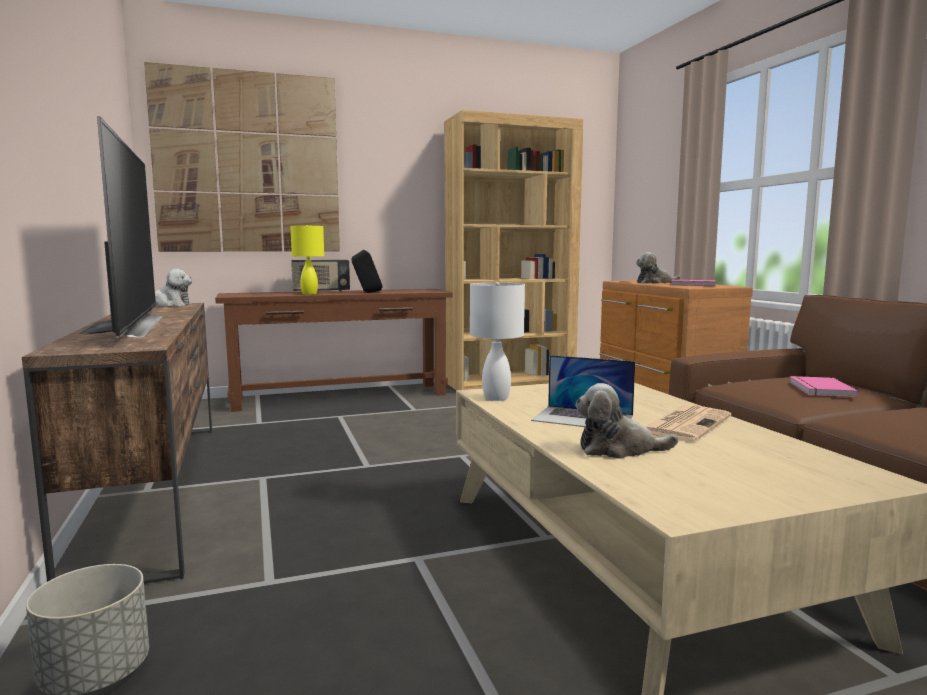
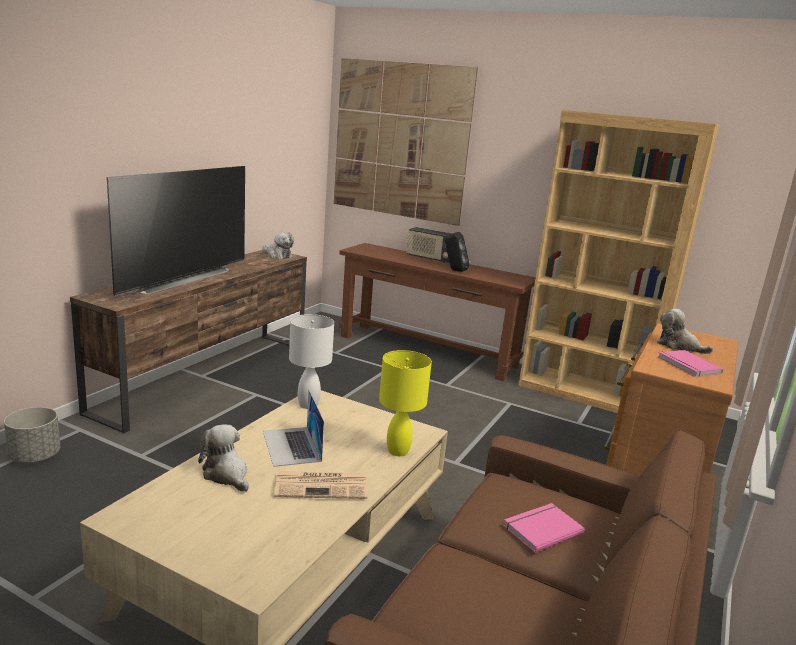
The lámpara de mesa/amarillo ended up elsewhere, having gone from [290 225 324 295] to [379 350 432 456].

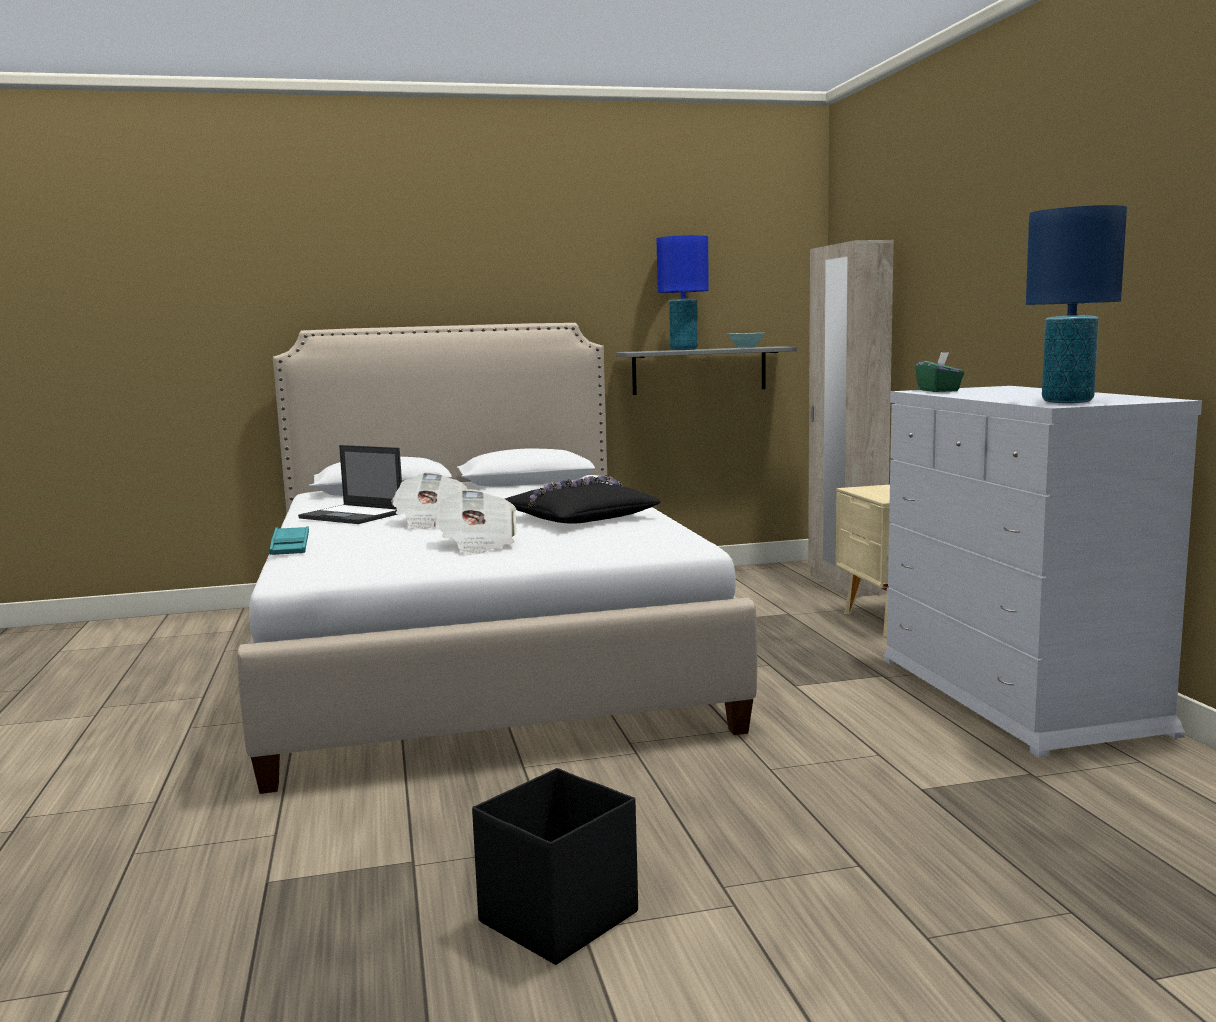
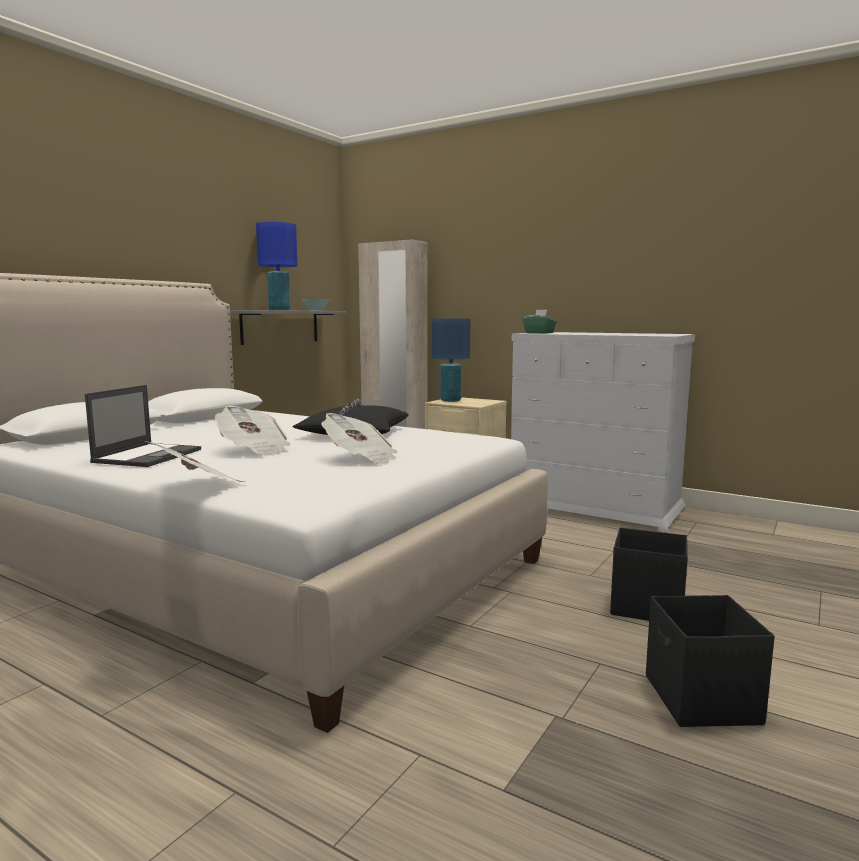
The portátil at [298 445 402 524] ended up facing another way, 60 degrees counterclockwise from before. Where the bandeja/turquesa stood at [269 526 309 555], the periódico came to stand at [146 441 244 482]. The lámpara de mesa/azul ended up elsewhere, having gone from [1026 205 1127 403] to [432 318 471 402]. The second view gained the caja de almacenaje/negro at [610 528 688 621].

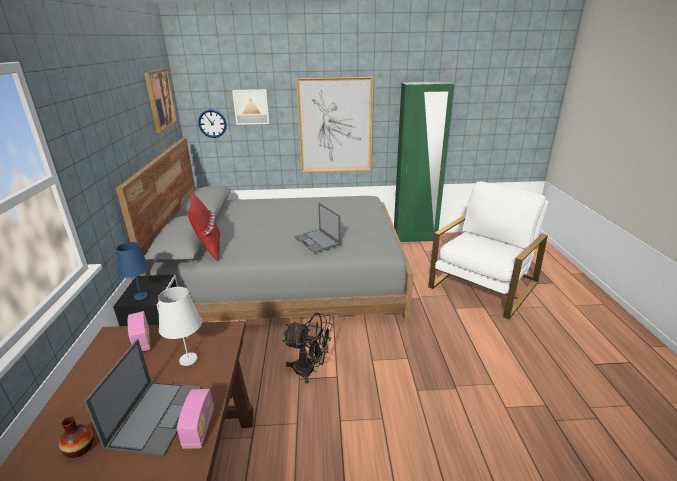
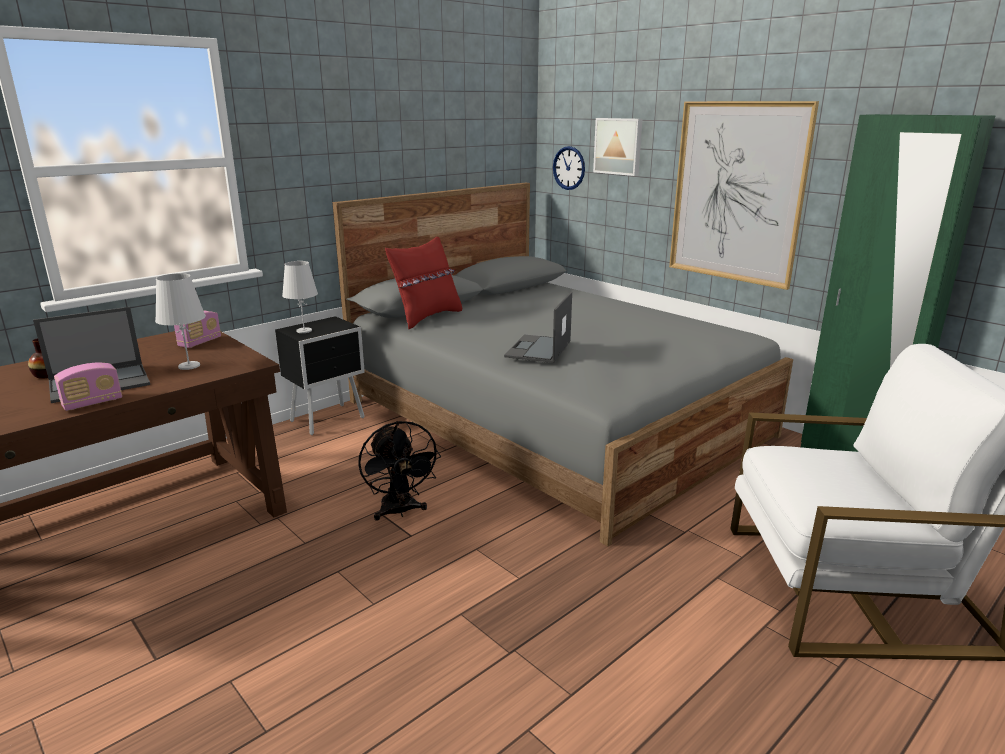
What was the lámpara de mesa/azul at [116 242 149 300] turned into the lámpara de mesa/blanco at [282 261 318 333]. The second view lost the cuadro at [144 69 178 133].

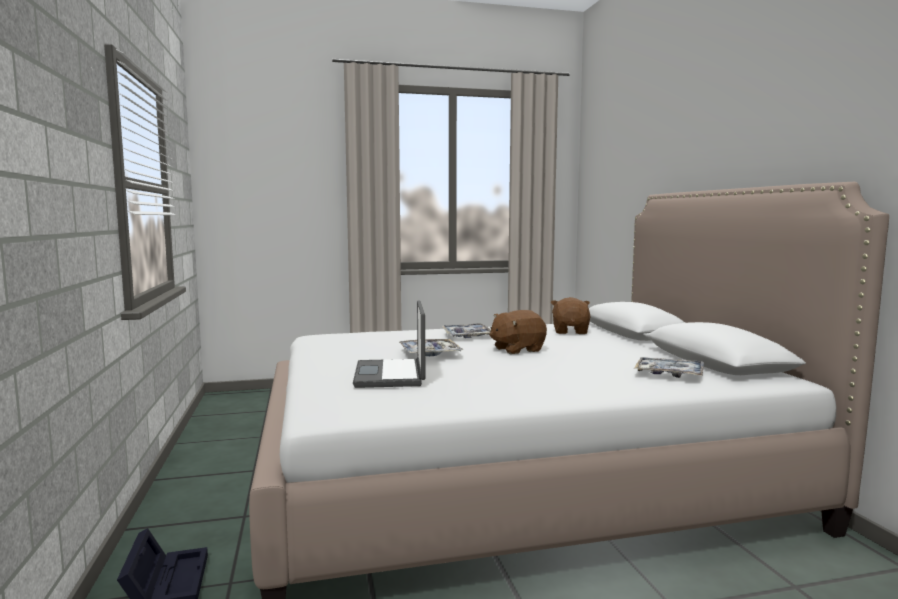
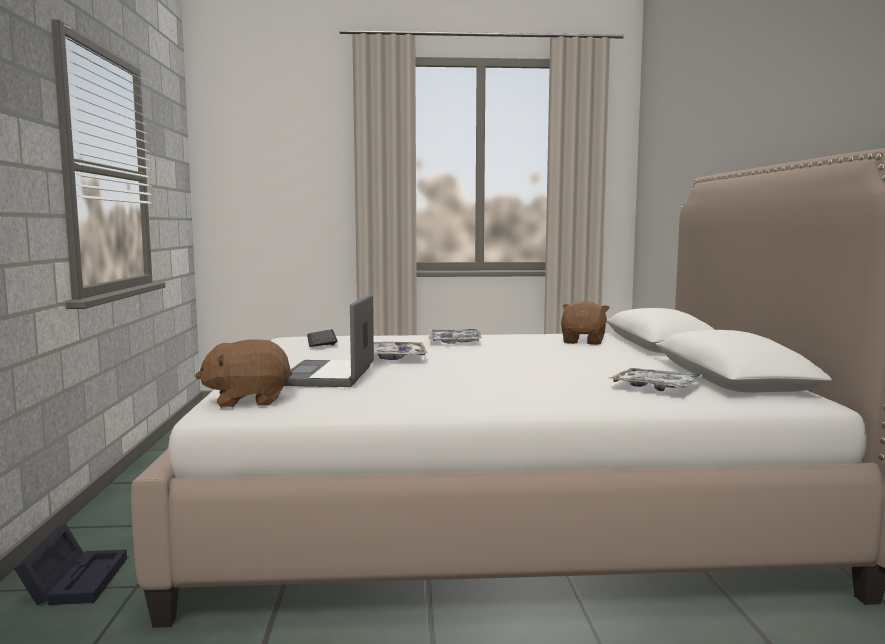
The peluche/marrón ended up elsewhere, having gone from [490 310 547 354] to [195 339 292 408]. The second view gained the teclado at [307 329 337 347].

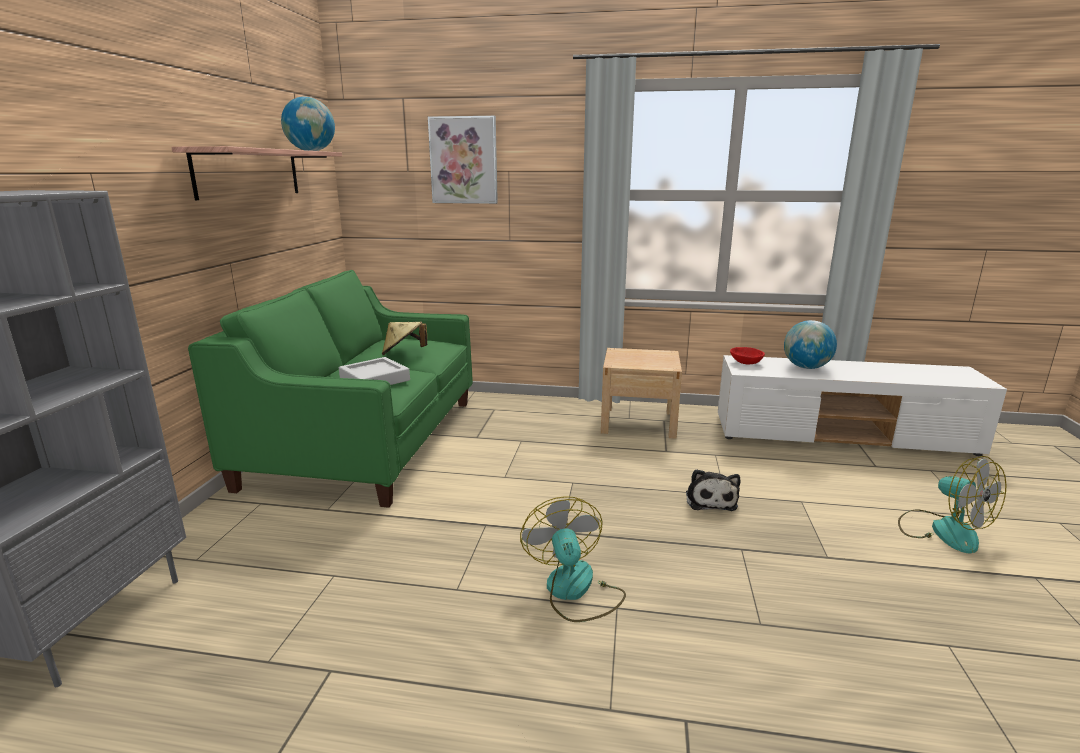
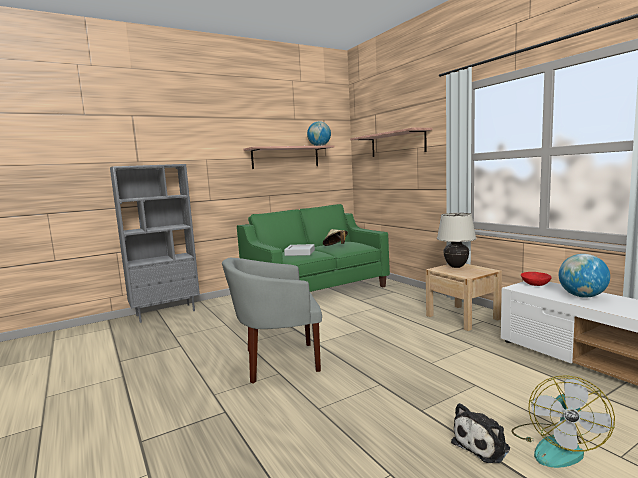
Where the ventilador stood at [520 496 626 622], the sillón/gris came to stand at [222 258 322 384]. Where the cuadro hung at [428 116 498 204], the estante came to hang at [350 128 433 157]. The second view gained the lámpara de mesa/beis at [437 213 477 268]. The peluche ended up elsewhere, having gone from [686 469 740 511] to [451 403 510 463].

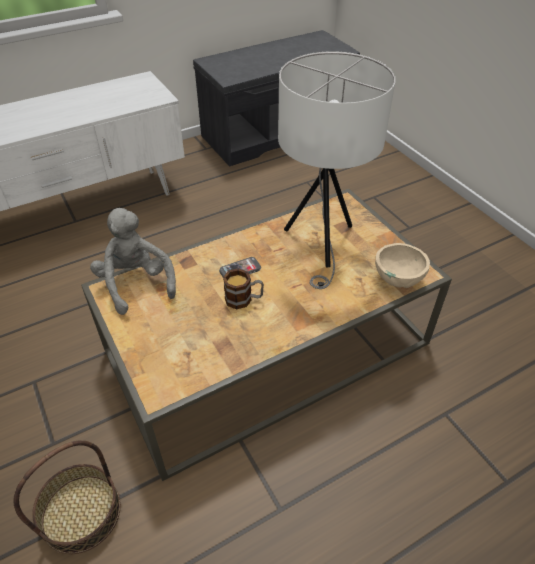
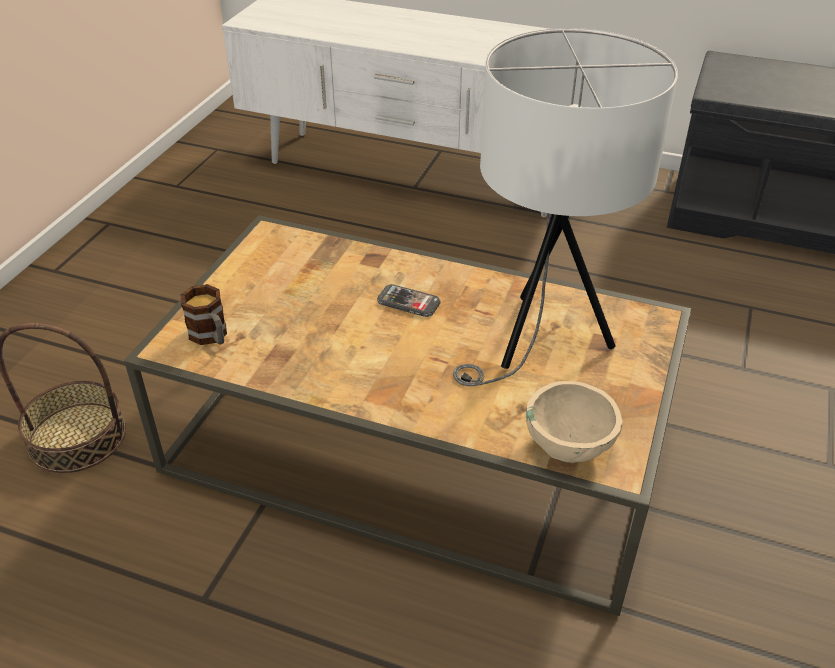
The taza grande ended up elsewhere, having gone from [223 268 264 310] to [181 284 227 345]. The second view lost the peluche/gris at [90 208 176 315].

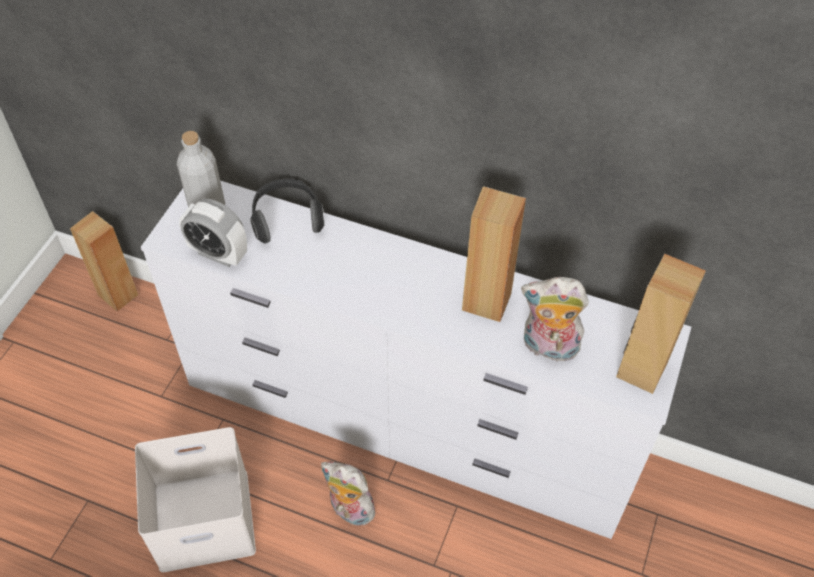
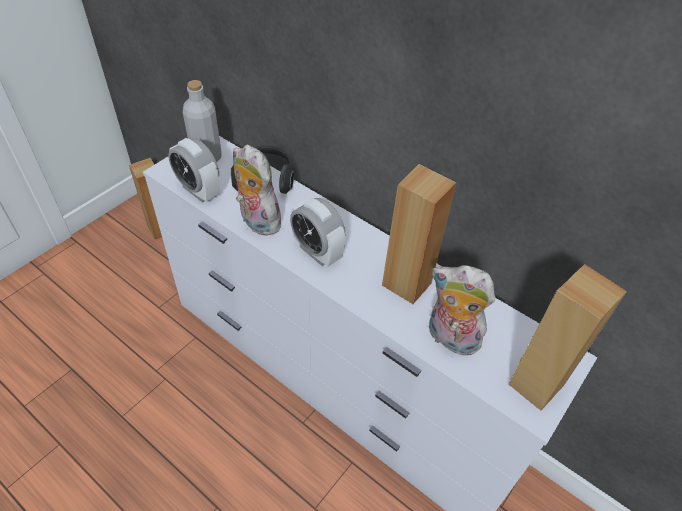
The peluche ended up elsewhere, having gone from [321 462 375 526] to [233 145 281 236]. The second view gained the despertador at [290 198 345 267]. The second view lost the caja de almacenaje/blanco at [135 427 256 572].

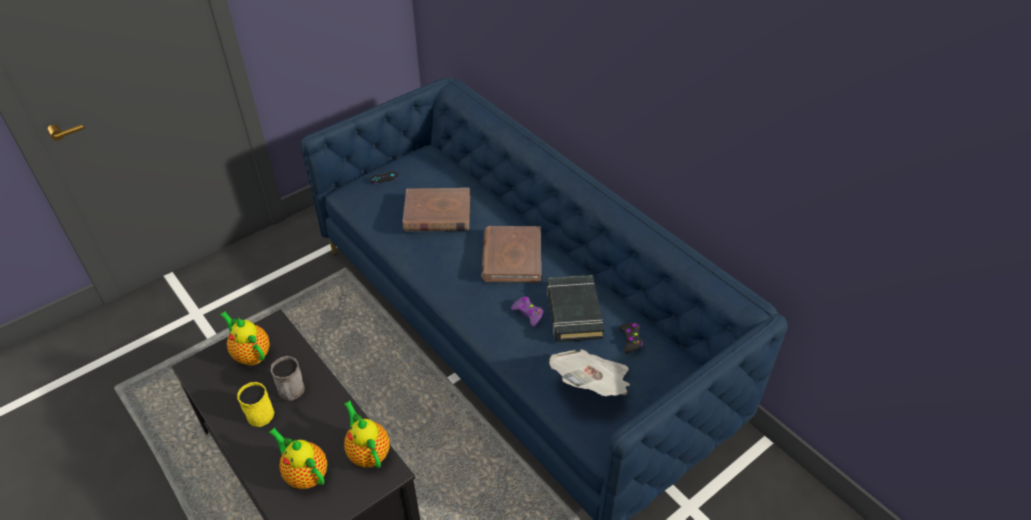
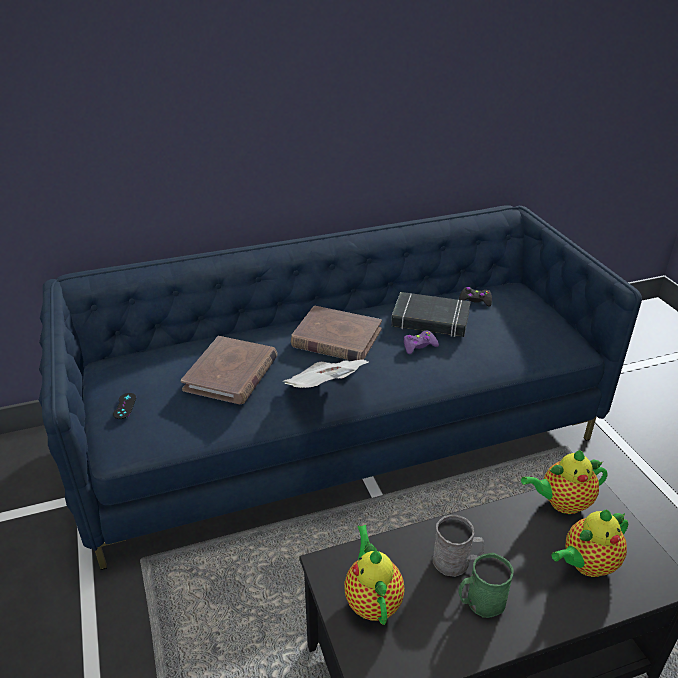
The periódico ended up elsewhere, having gone from [549 350 630 396] to [283 359 369 388]. The tetera at [220 311 270 365] ended up facing another way, 105 degrees clockwise from before. What was the taza grande/amarillo at [237 382 274 427] turned into the taza grande/verde at [459 553 514 618].

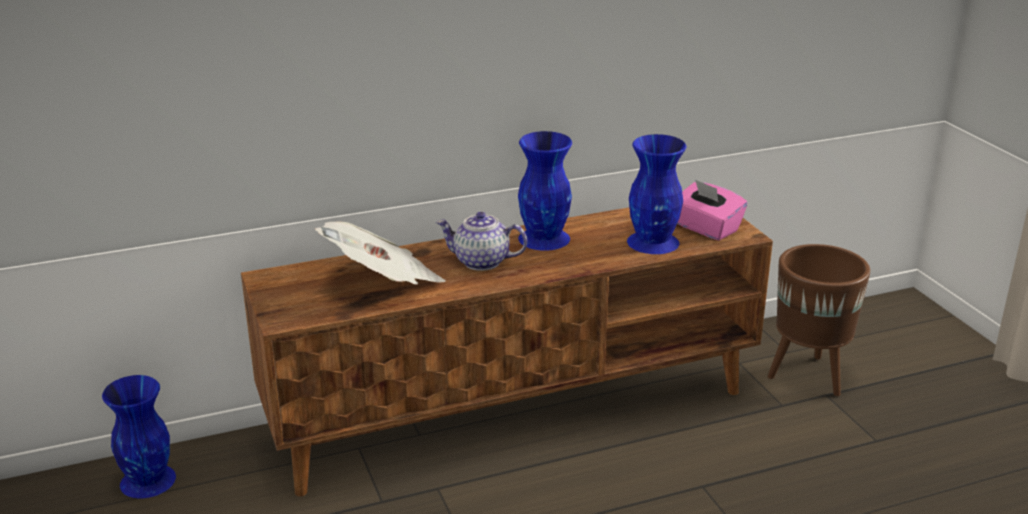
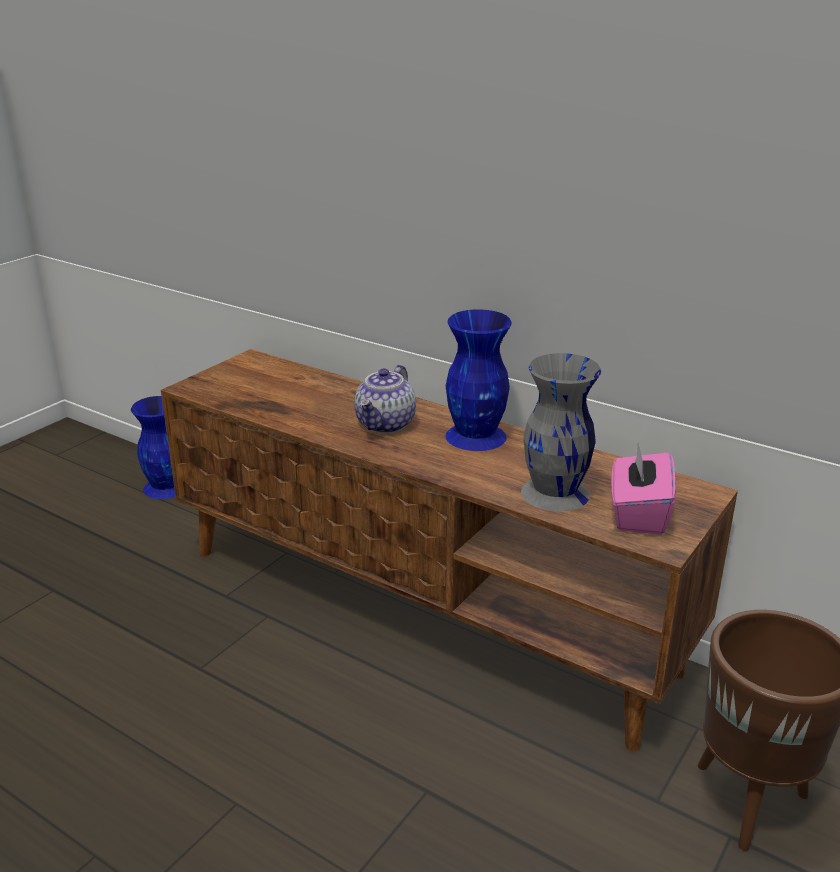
The tetera at [436 211 527 271] ended up facing another way, 135 degrees counterclockwise from before. What was the florero/azul at [627 134 686 254] turned into the florero/gris at [521 353 601 512]. The second view lost the periódico at [315 221 446 285].

